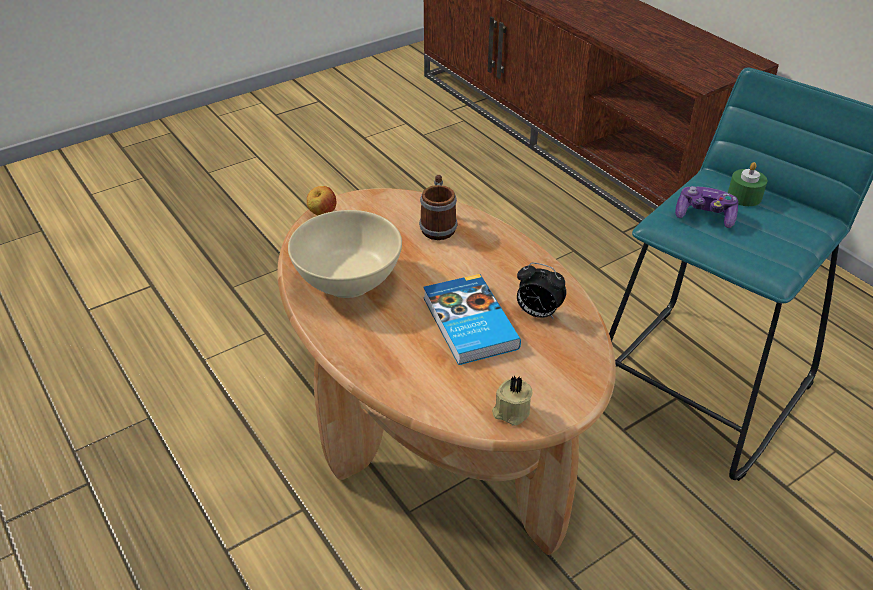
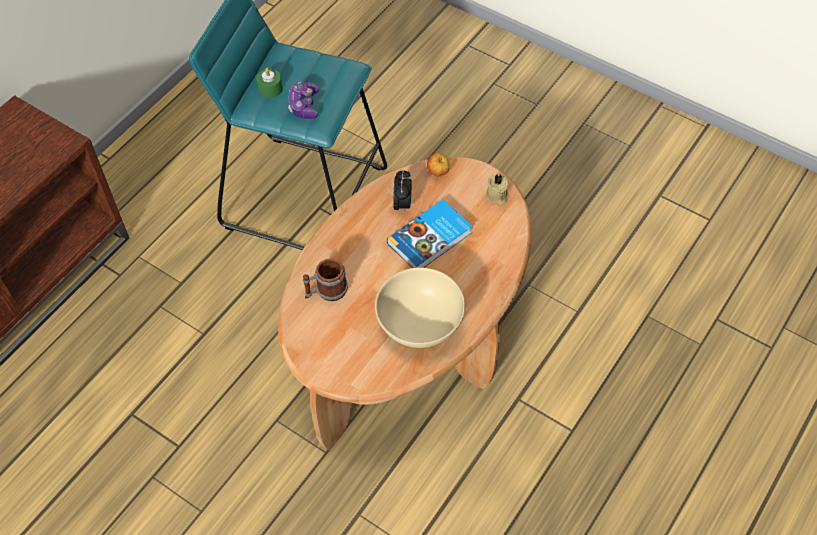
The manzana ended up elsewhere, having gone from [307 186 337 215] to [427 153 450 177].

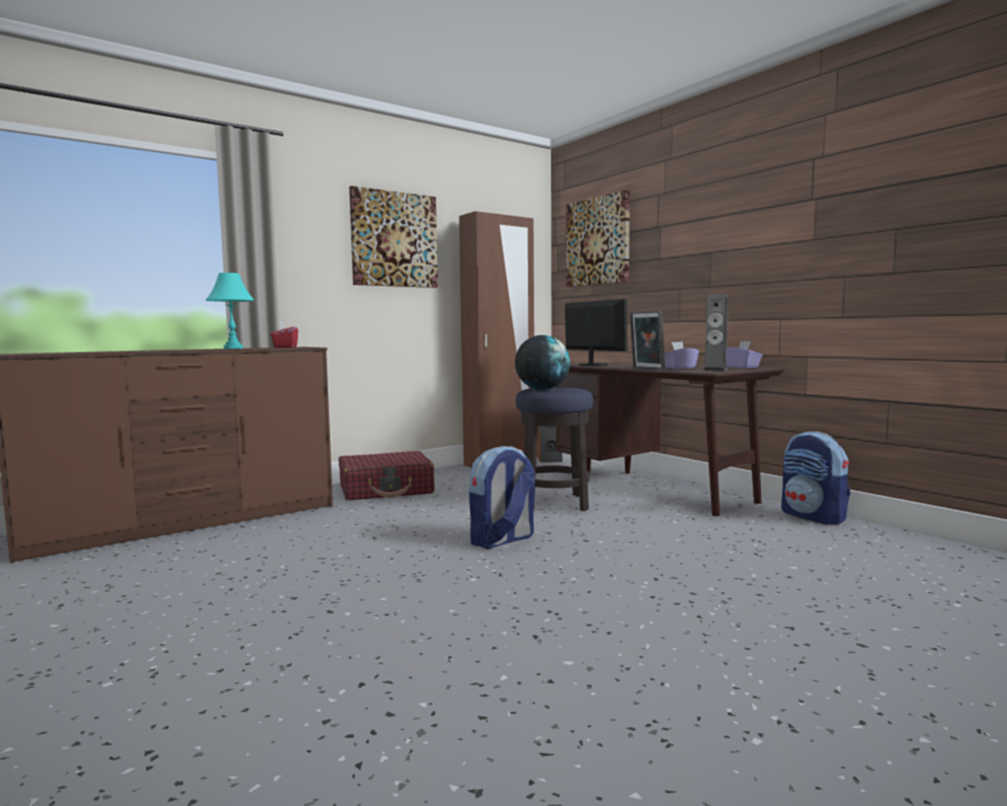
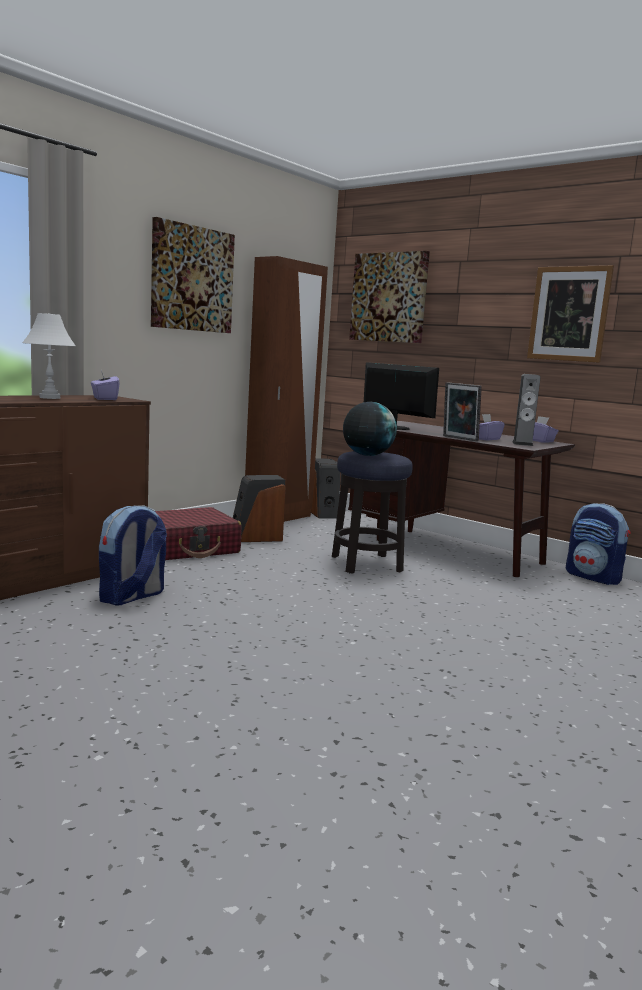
What was the lámpara de mesa/turquesa at [206 273 255 349] turned into the lámpara de mesa/blanco at [22 313 76 399]. What was the caja de pañuelos/rojo at [271 320 298 348] turned into the caja de pañuelos/morado at [91 370 120 400]. The mochila ended up elsewhere, having gone from [469 446 535 548] to [99 505 167 605]. The second view gained the altavoz at [233 475 286 542]. The second view gained the cuadro at [527 265 614 363].

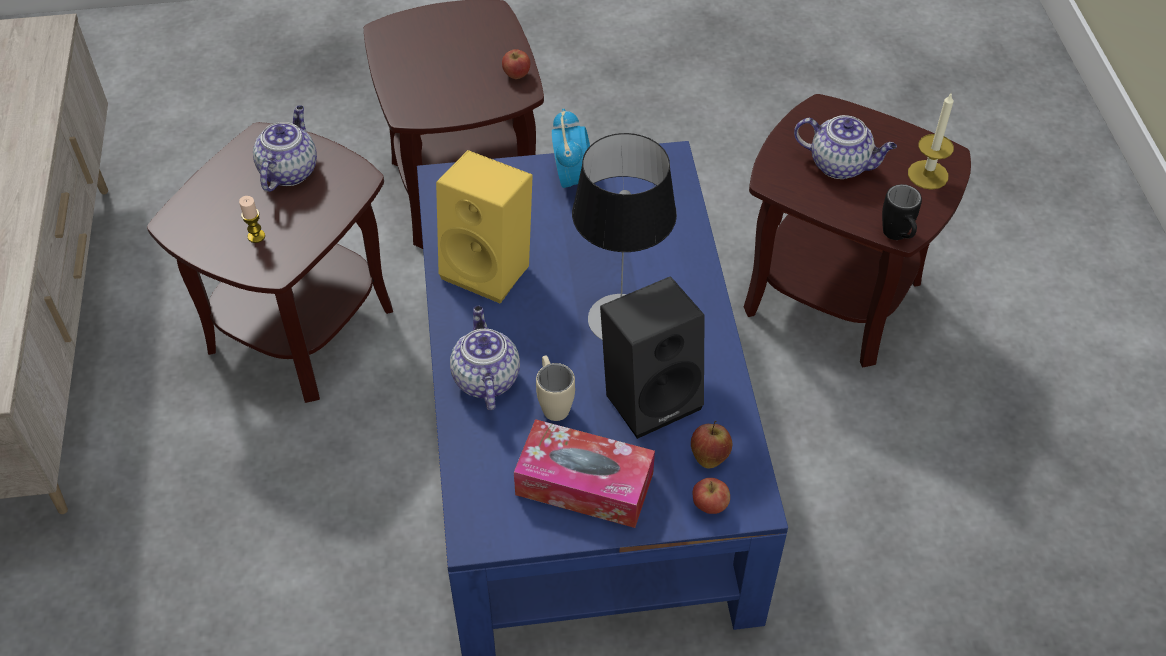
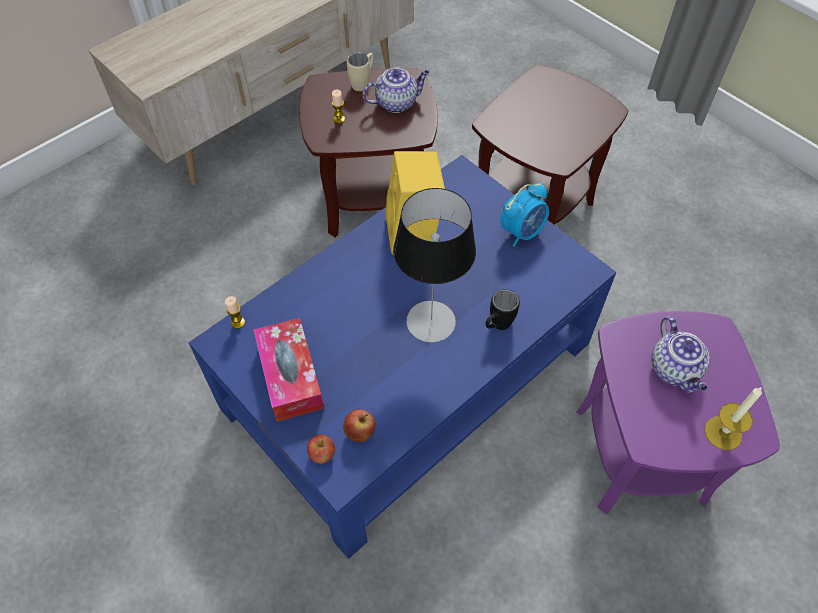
The second view gained the vela at [225 296 245 329]. The taza grande/beis ended up elsewhere, having gone from [536 356 575 421] to [347 53 374 91]. The taza grande/negro ended up elsewhere, having gone from [882 184 922 240] to [485 289 520 330]. What was the mesa auxiliar/marrón at [744 94 971 367] turned into the mesa auxiliar/morado at [576 311 780 515]. The second view lost the tetera at [450 306 520 410]. The second view lost the manzana at [502 49 530 79]. The second view lost the altavoz/negro at [600 276 705 439].

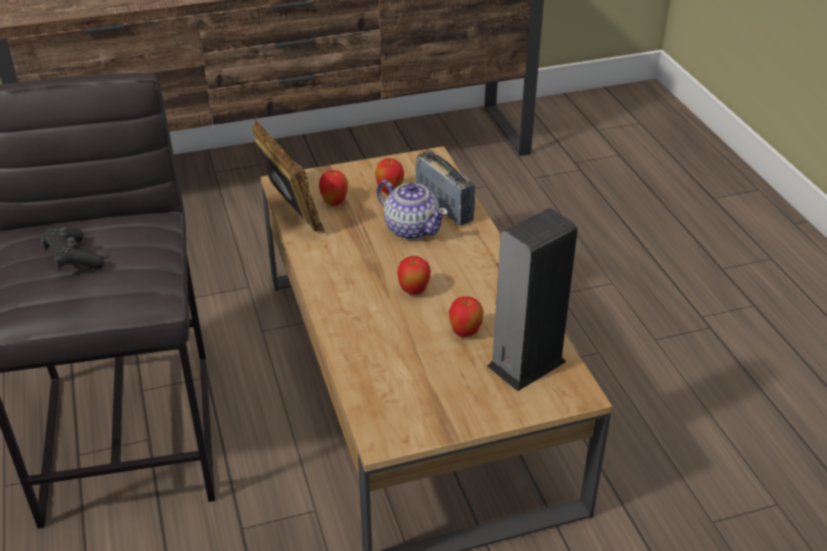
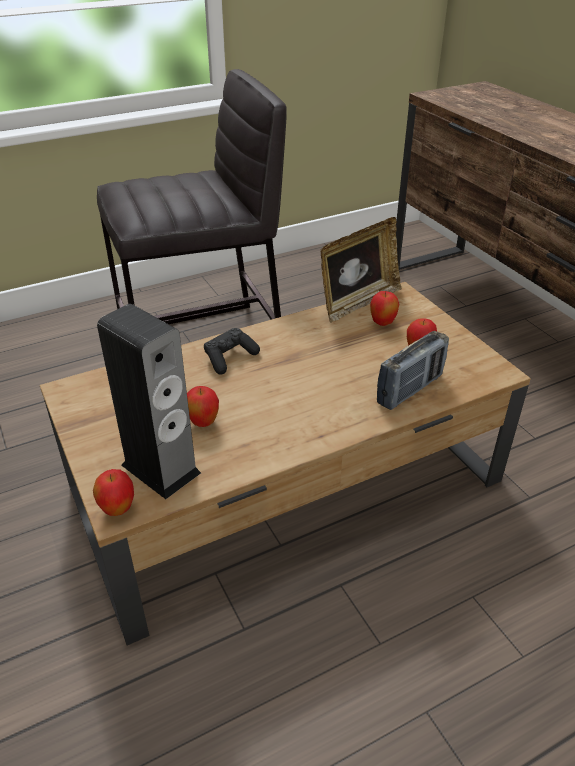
The manzana ended up elsewhere, having gone from [397 256 431 295] to [93 469 134 516]. The mando de consola/negro ended up elsewhere, having gone from [41 227 104 271] to [204 328 260 375]. The second view lost the tetera at [377 180 448 240].

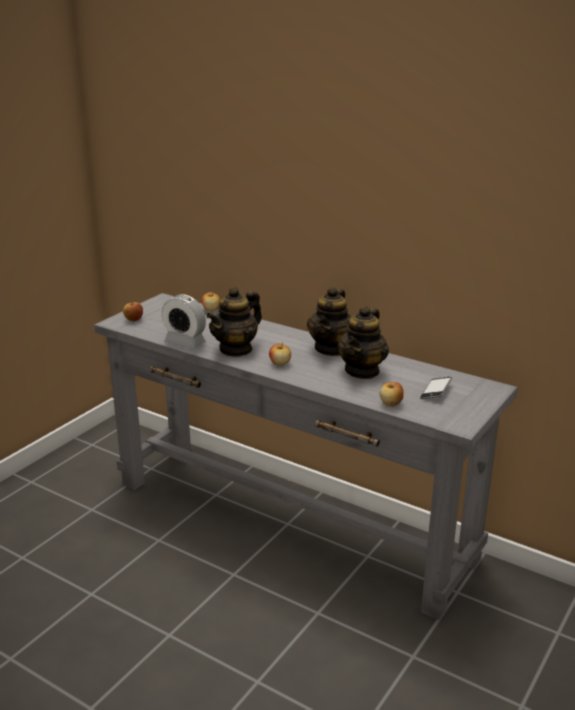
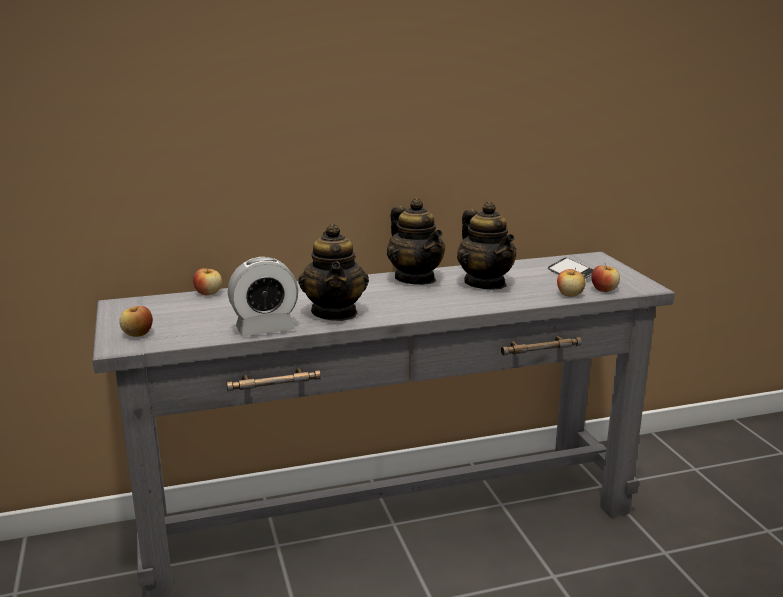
The manzana ended up elsewhere, having gone from [269 342 291 366] to [591 264 620 292].

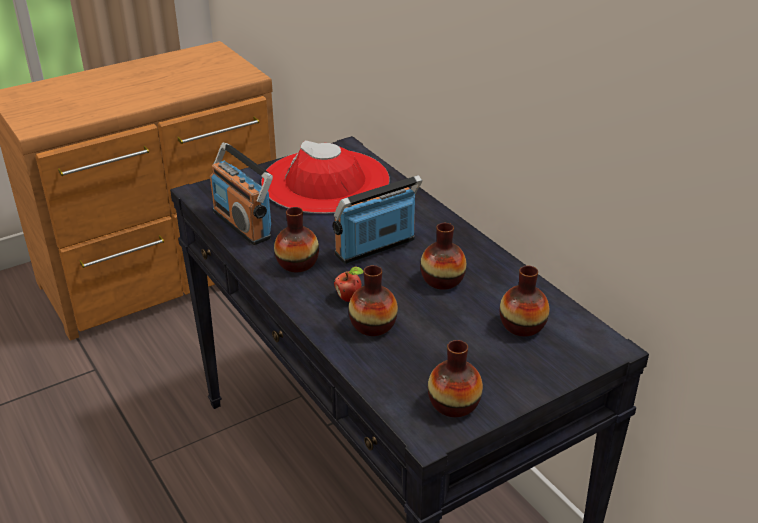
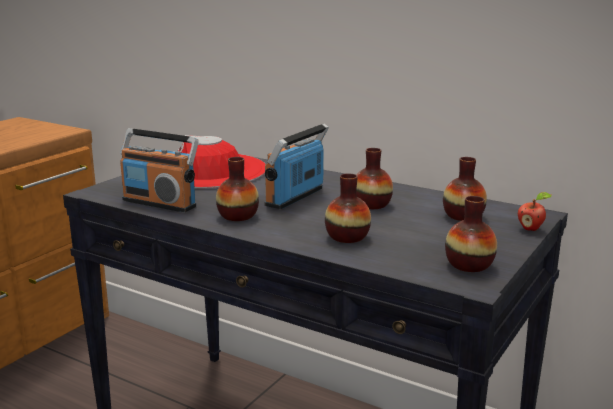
The manzana ended up elsewhere, having gone from [334 266 364 302] to [518 192 551 231].

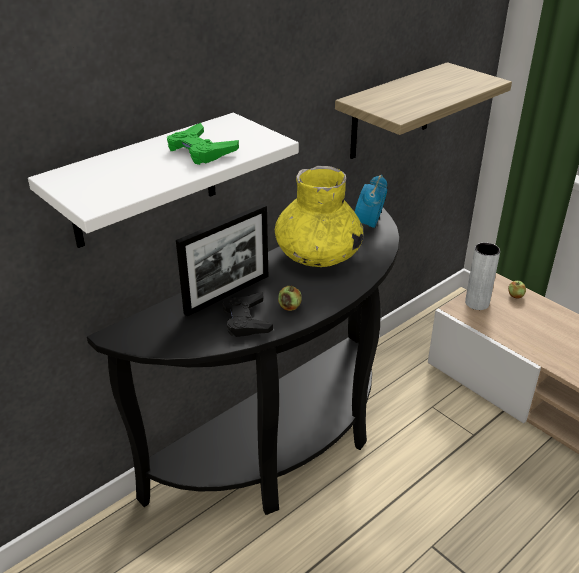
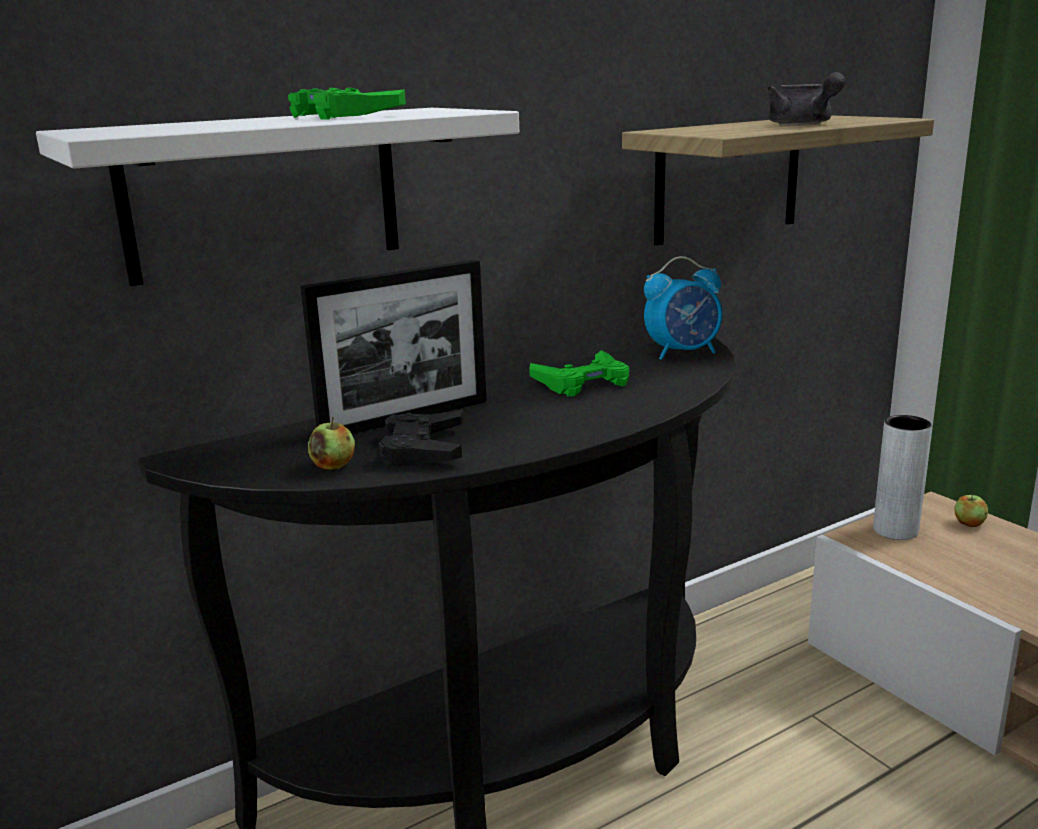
The manzana ended up elsewhere, having gone from [278 285 302 311] to [308 417 355 470]. Where the florero/amarillo stood at [275 166 363 267], the mando de consola/verde came to stand at [529 350 629 396]. The despertador at [355 175 388 228] ended up facing another way, 135 degrees counterclockwise from before. The second view gained the tetera/gris at [766 72 845 125].

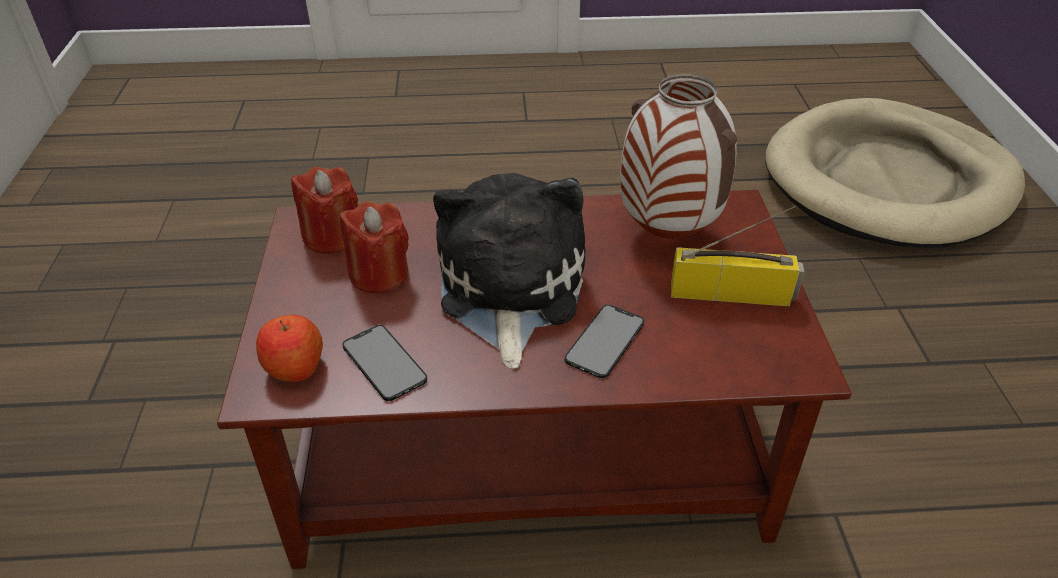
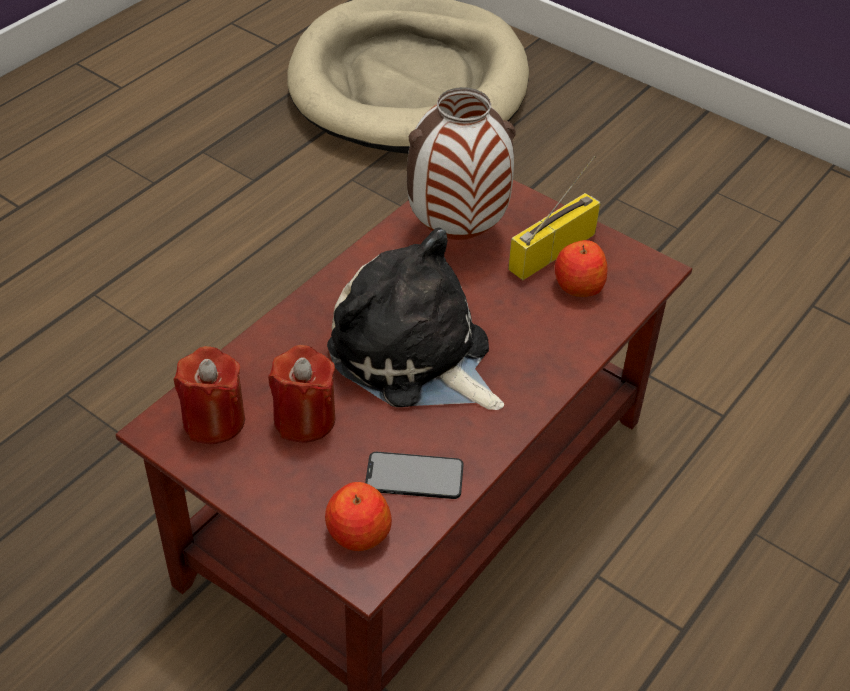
The second view gained the manzana at [555 240 608 297]. The second view lost the móvil at [565 305 644 378].

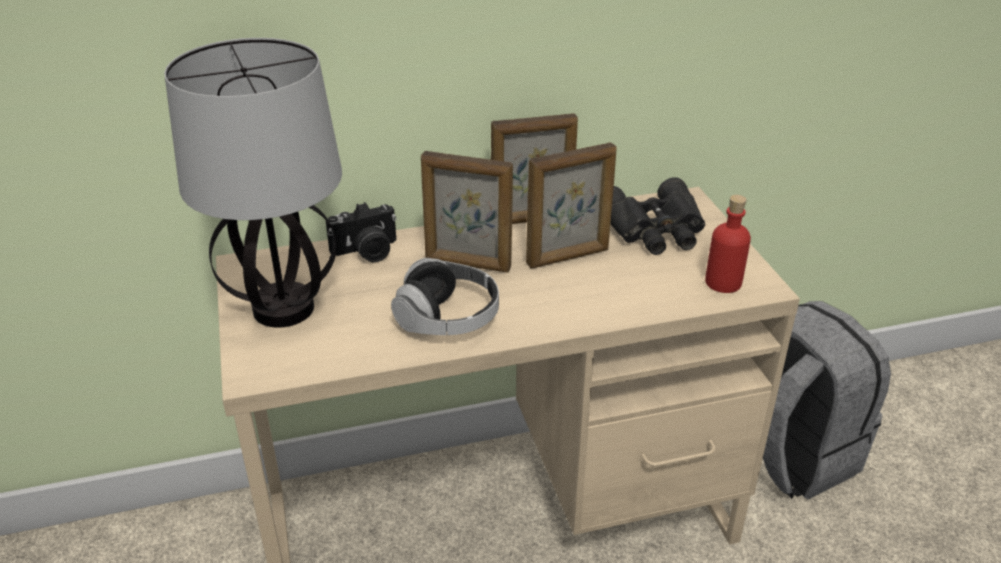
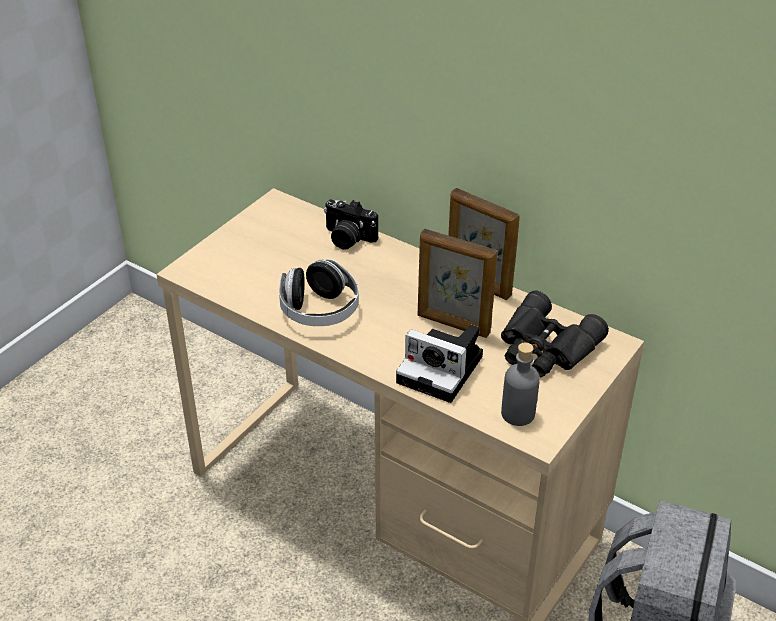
The second view gained the cámara at [396 325 483 403]. What was the botella/rojo at [705 195 751 293] turned into the botella/gris at [501 343 540 426]. The second view lost the lámpara de mesa at [164 38 342 328]. The second view lost the portarretratos at [421 151 513 273].

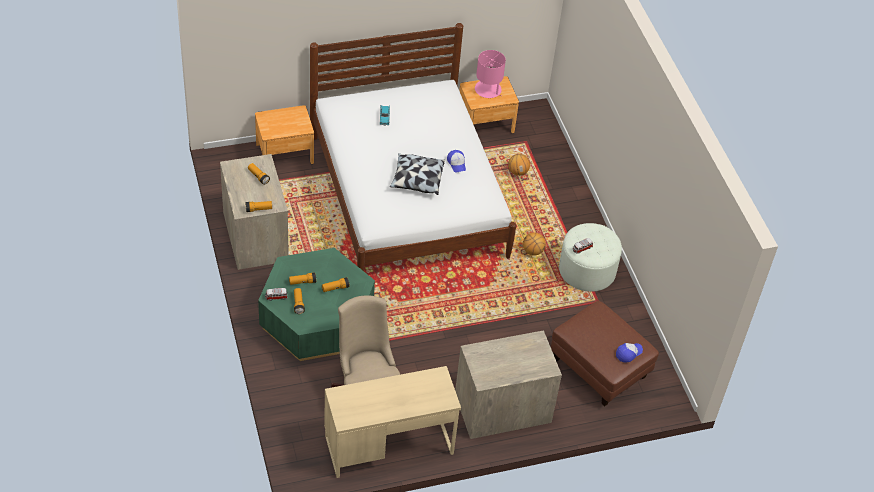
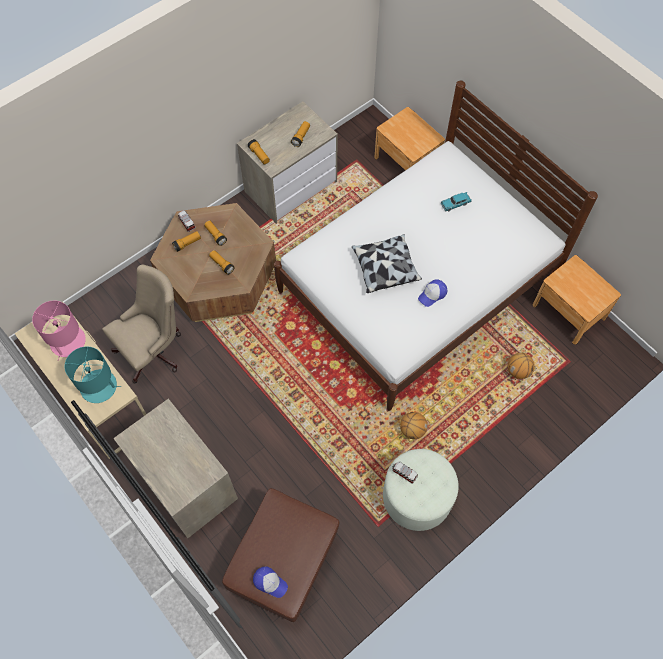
The lámpara de mesa/rosa ended up elsewhere, having gone from [475 50 506 98] to [32 300 86 360]. The second view gained the lámpara de mesa/turquesa at [65 347 121 403]. What was the mesa de centro/verde at [258 248 375 361] turned into the mesa de centro/marrón at [150 203 276 322].

